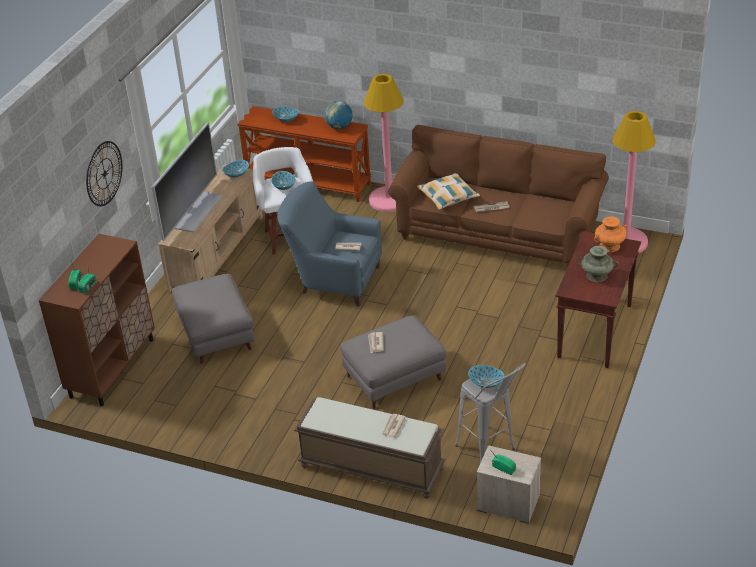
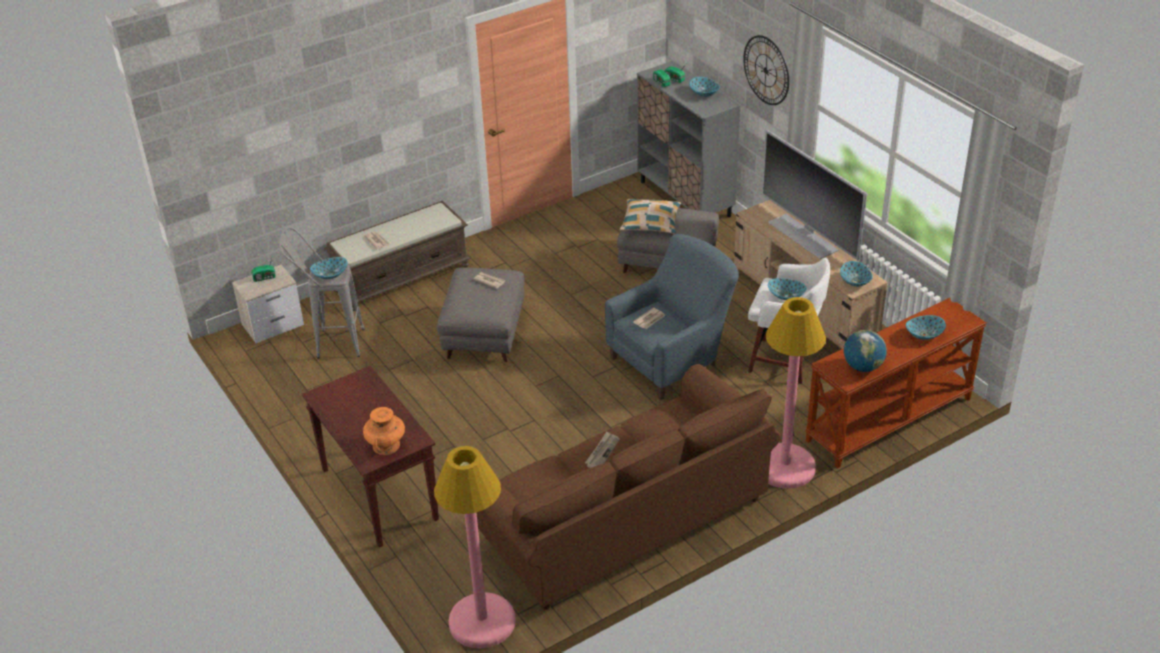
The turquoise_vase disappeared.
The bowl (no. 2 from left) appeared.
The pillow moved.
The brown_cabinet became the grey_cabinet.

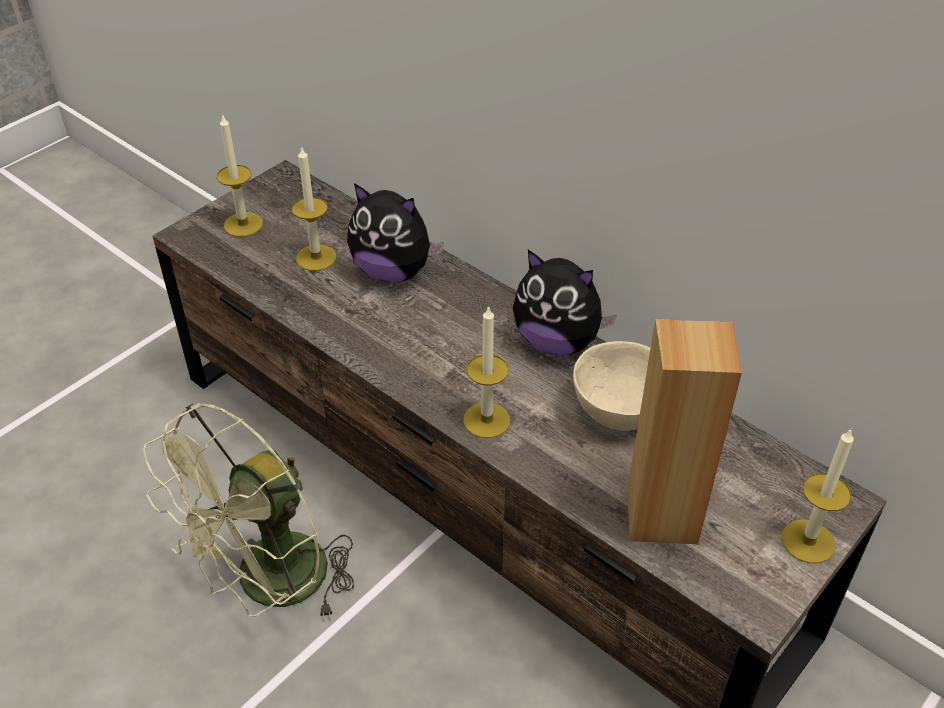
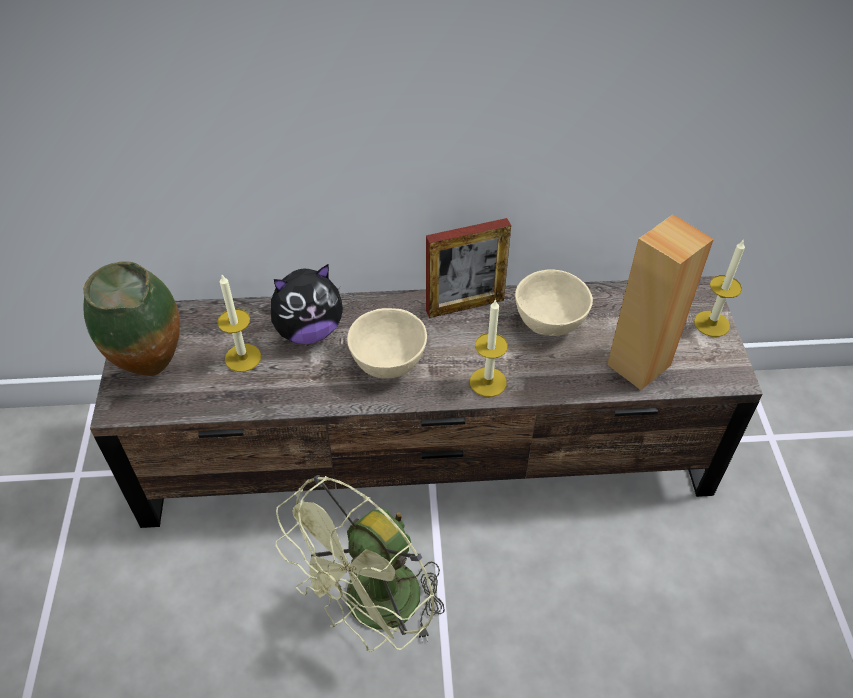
The beige_bowl (no. 1 from left) appeared.
The candle (no. 1 from left) was replaced by the vase.
The plush_toy (no. 2 from left) was replaced by the picture_frame.
The green_fan turned 45 degrees clockwise.

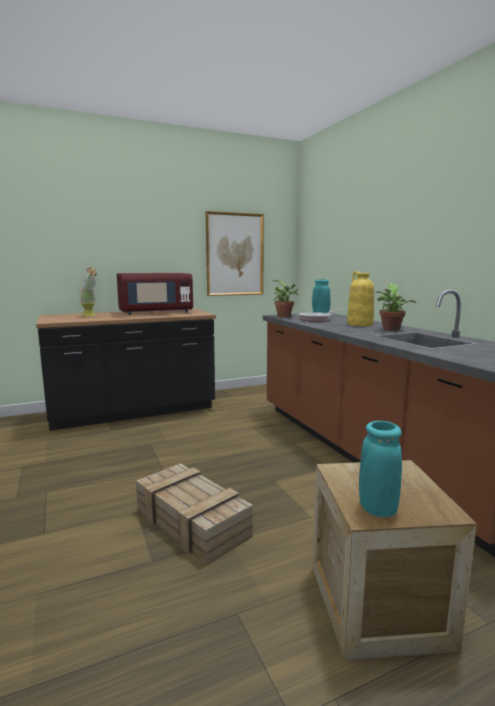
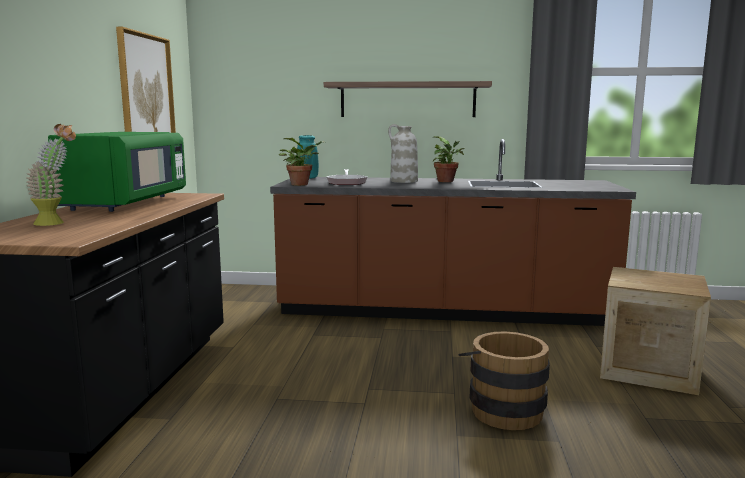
The turquoise_vase (no. 2 from left) disappeared.
The shelf appeared.
The crate (no. 1 from left) was replaced by the brown_bucket.
The red_microwave became the green_microwave.
The yellow_vase became the white_vase.

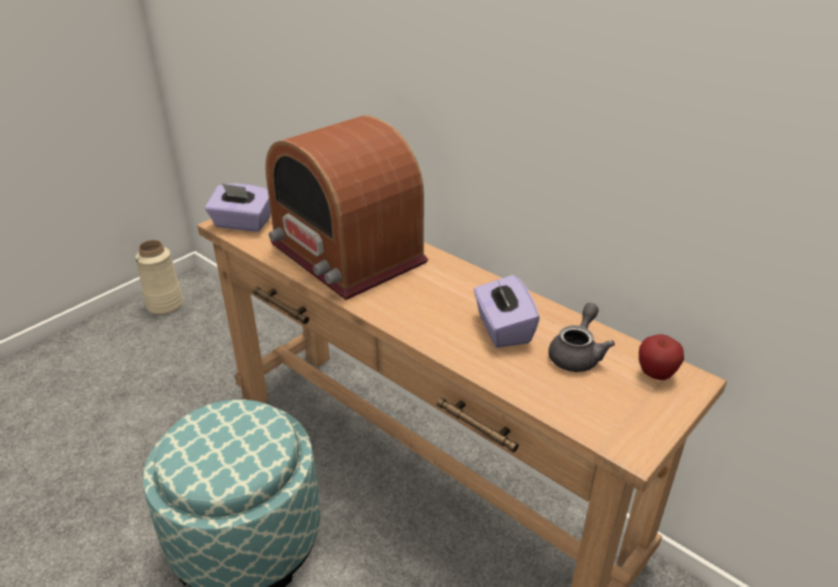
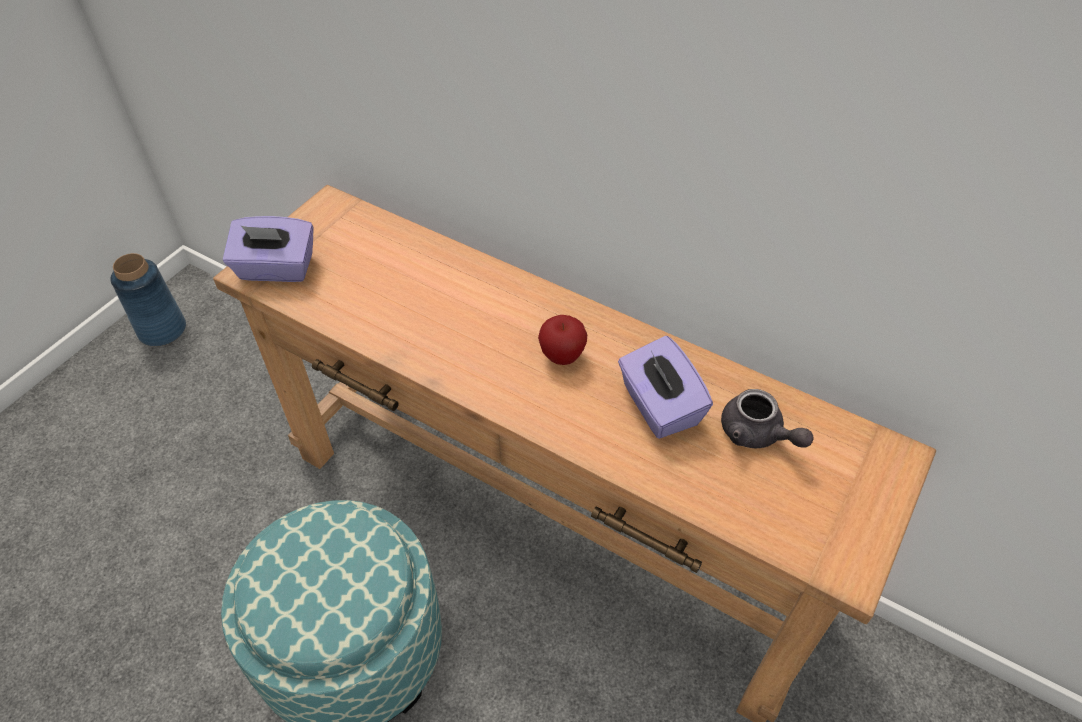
The radio disappeared.
The apple moved.
The beige_vase became the blue_vase.
The grey_teapot turned 120 degrees clockwise.

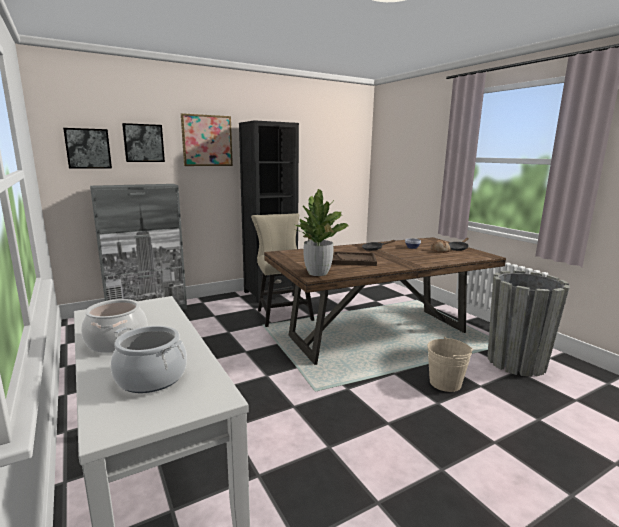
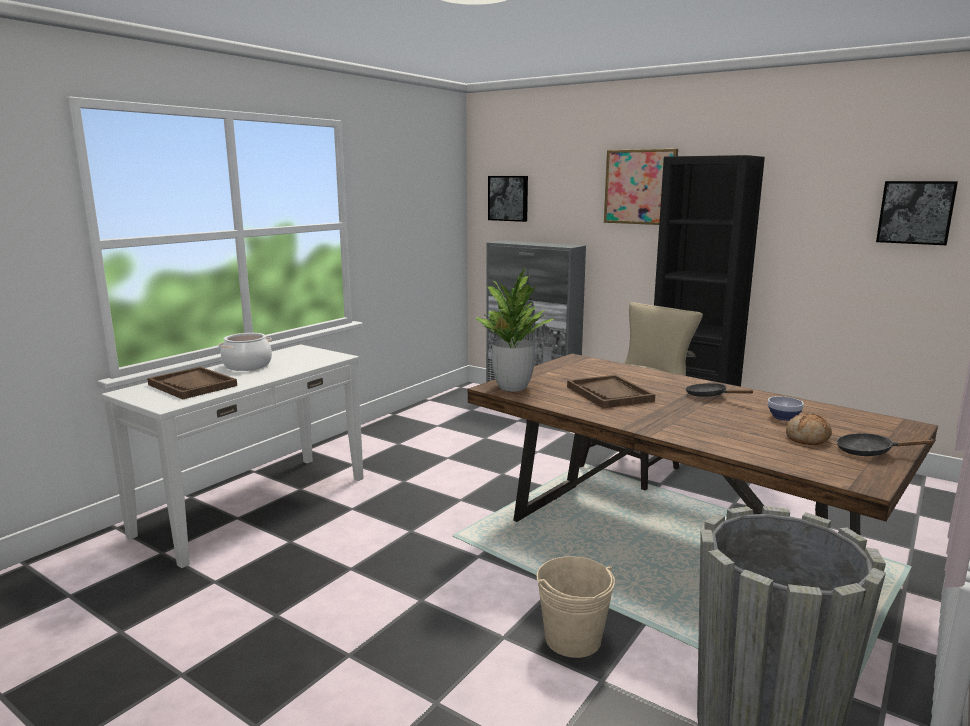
The picture (no. 2 from left in the first image) moved.
The cooking_pot (no. 2 from left) was replaced by the brown_tray (no. 1 from left).

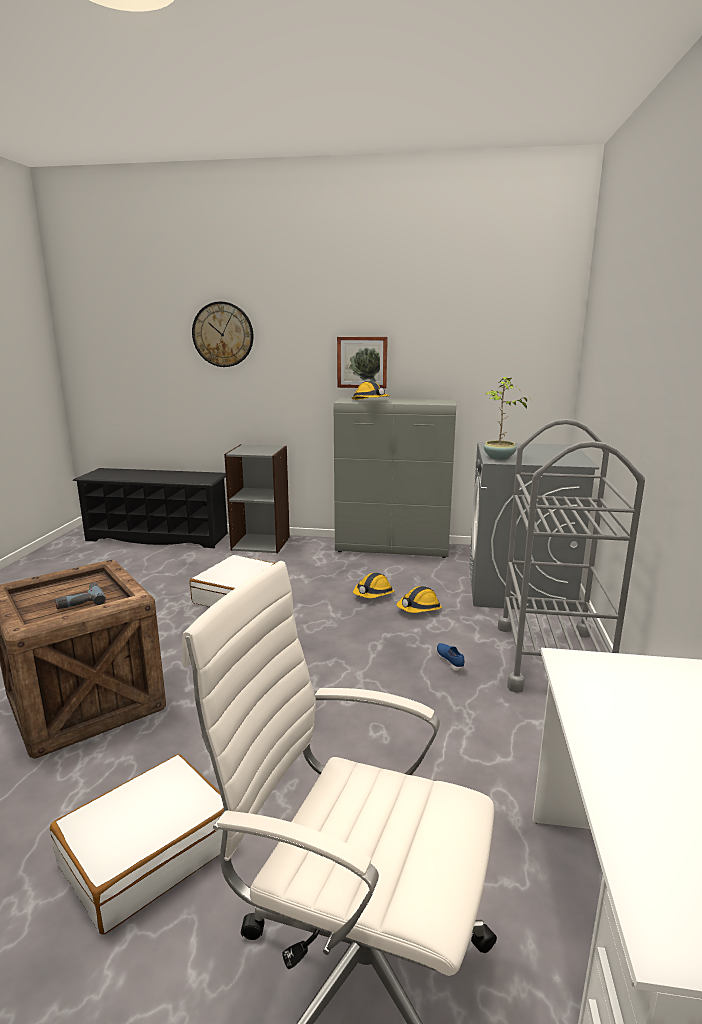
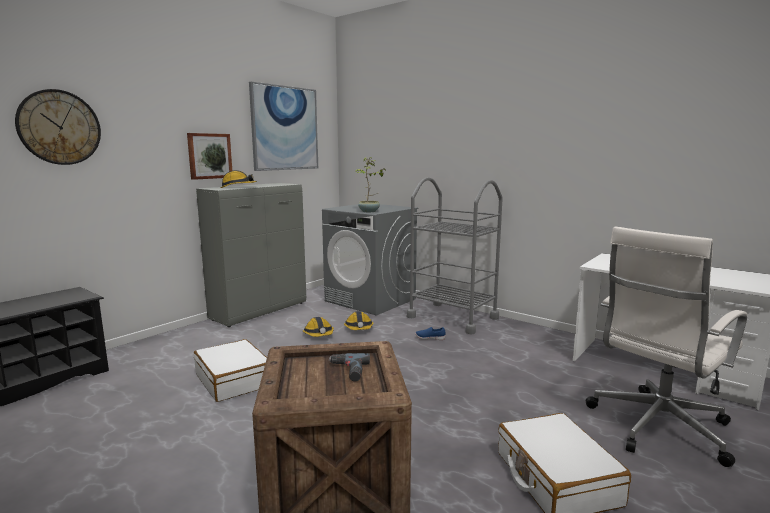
The grey_bookcase disappeared.
The picture (no. 2 from left) appeared.

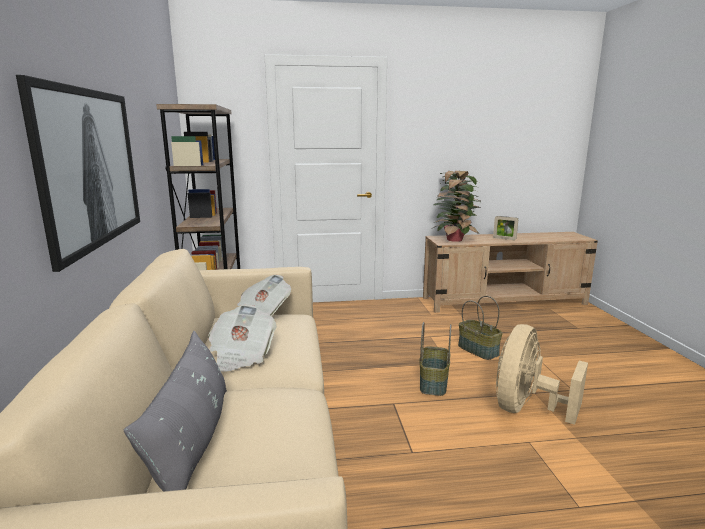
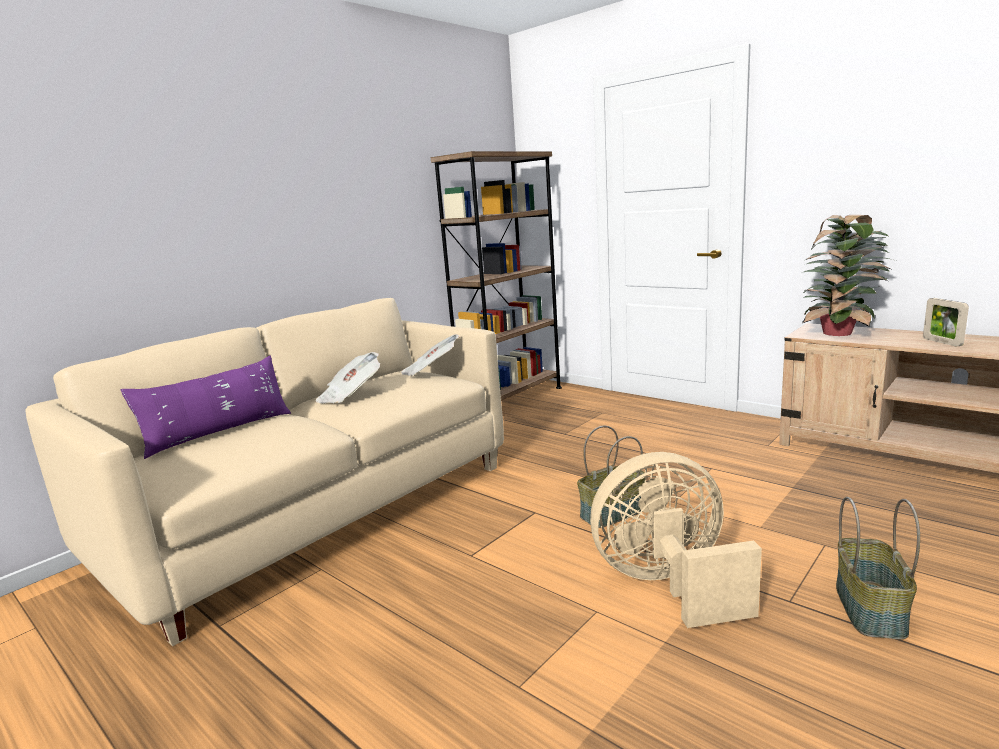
The picture disappeared.
The basket (no. 2 from left) moved.
The grey_pillow became the purple_pillow.

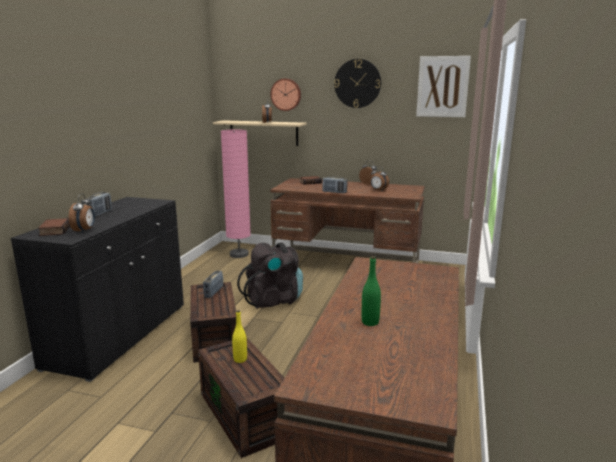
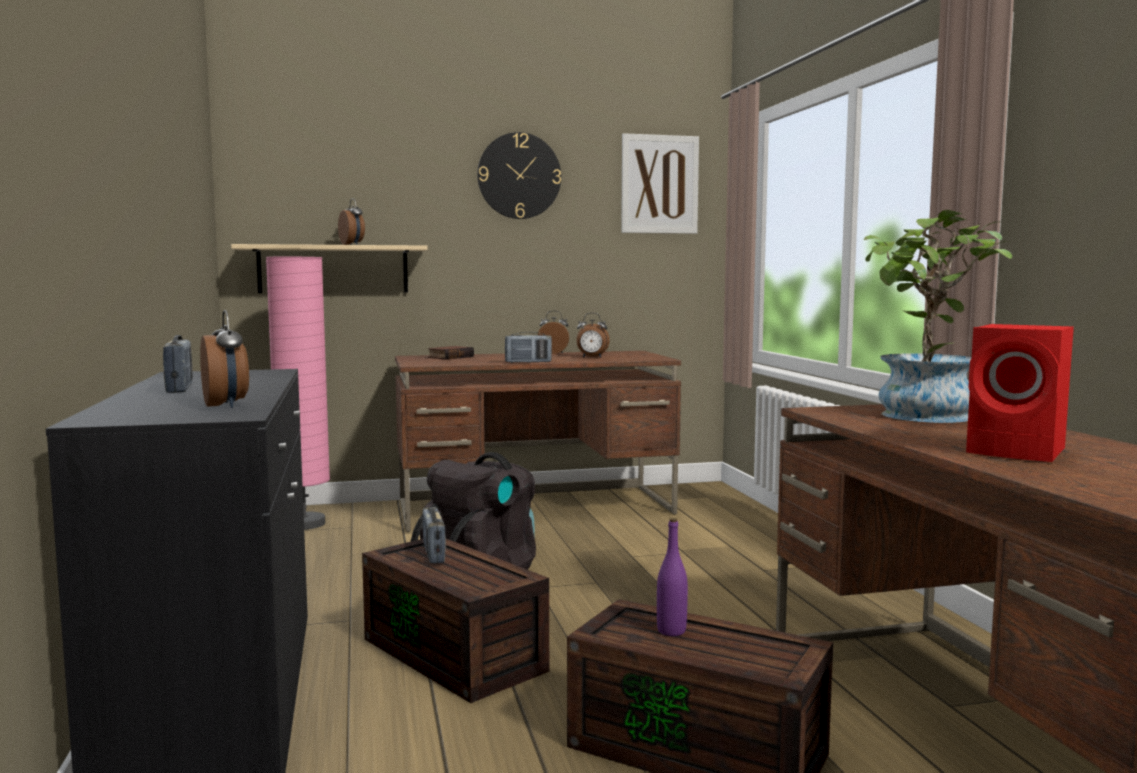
The book (no. 1 from left) disappeared.
The wall_clock (no. 1 from left) disappeared.
The potted_plant appeared.
The green_bottle was replaced by the red_speaker.
The yellow_bottle became the purple_bottle.

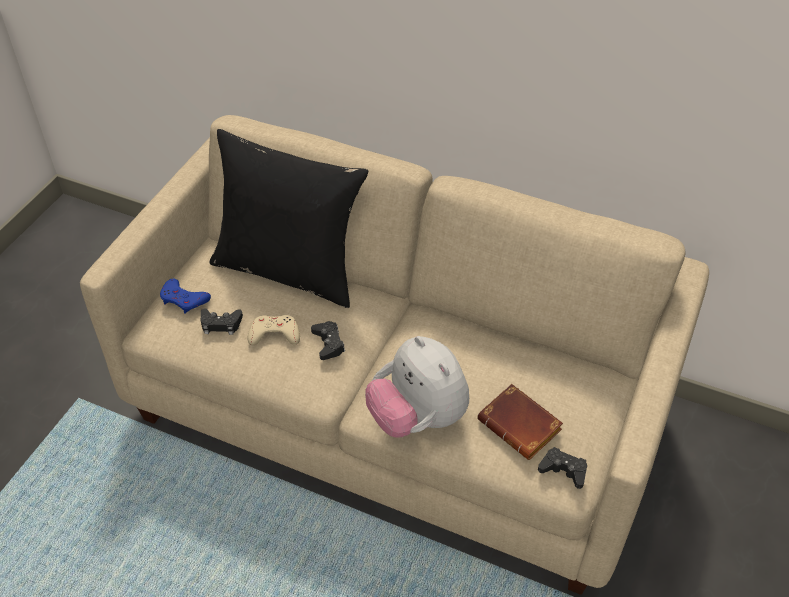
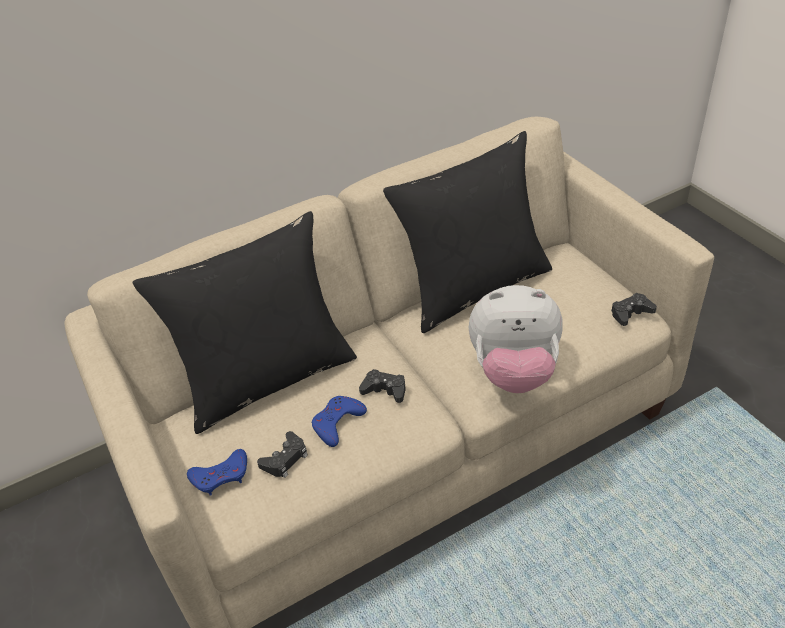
The brown_book disappeared.
The black_pillow (no. 2 from left) appeared.
The beige_game_controller became the blue_game_controller (no. 2 from left).

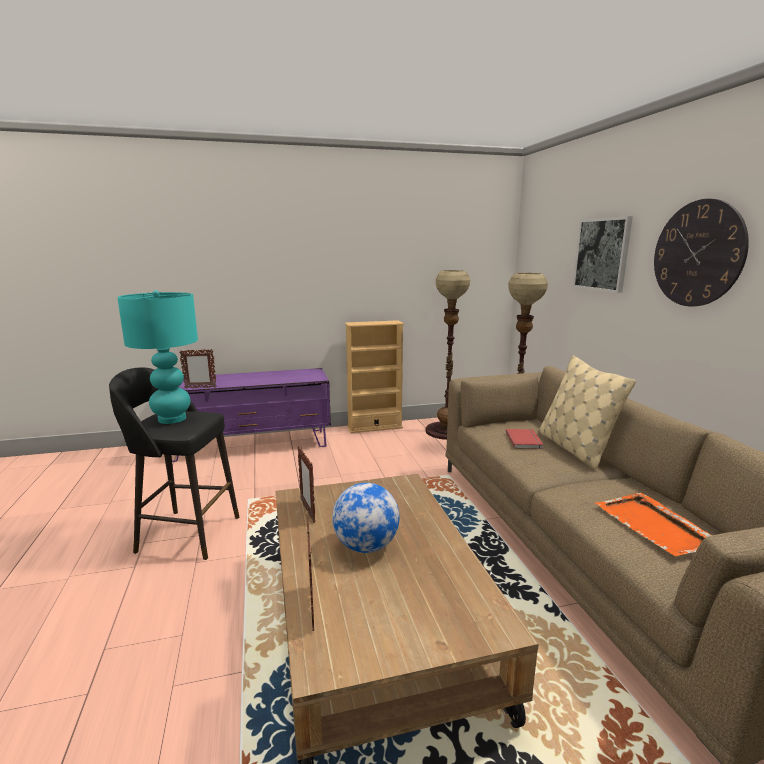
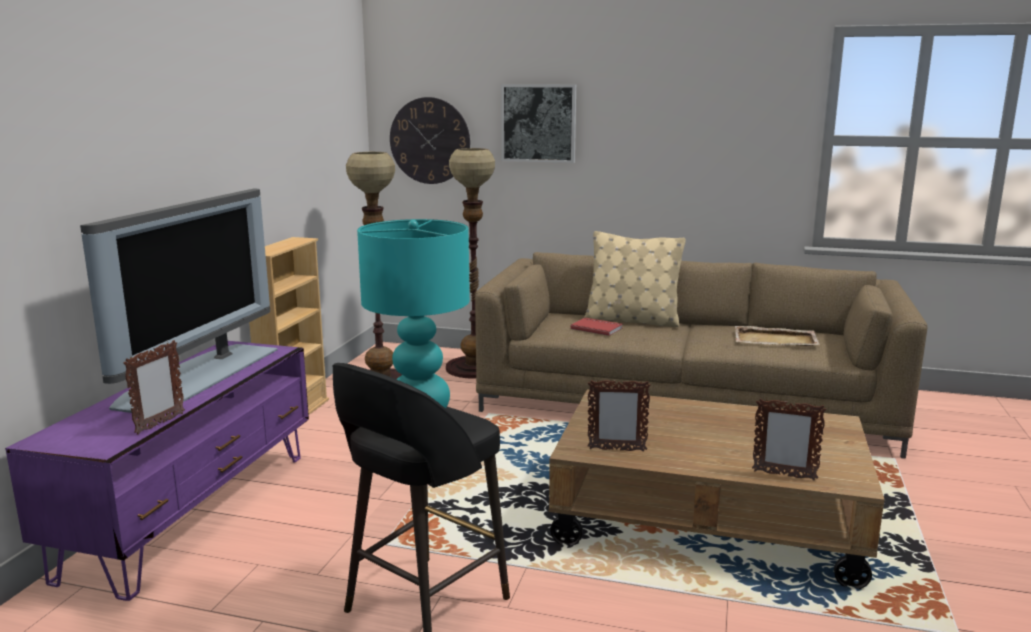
The globe disappeared.
The television appeared.
The wall_clock moved.
The orange_tray became the beige_tray.

